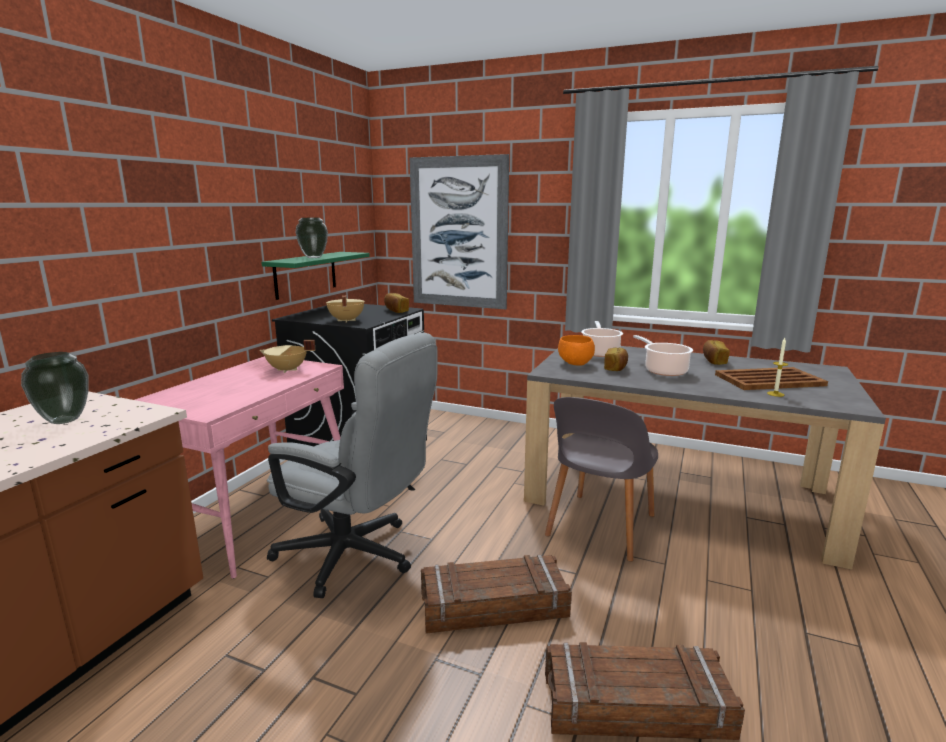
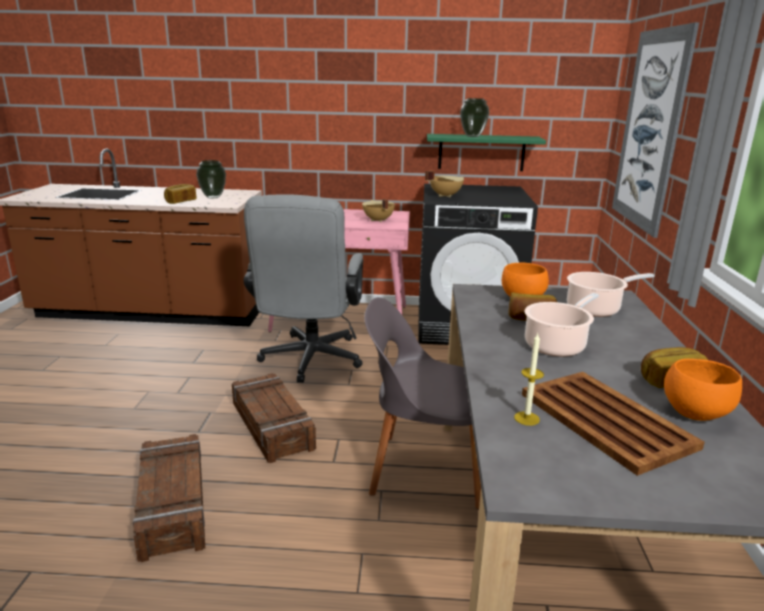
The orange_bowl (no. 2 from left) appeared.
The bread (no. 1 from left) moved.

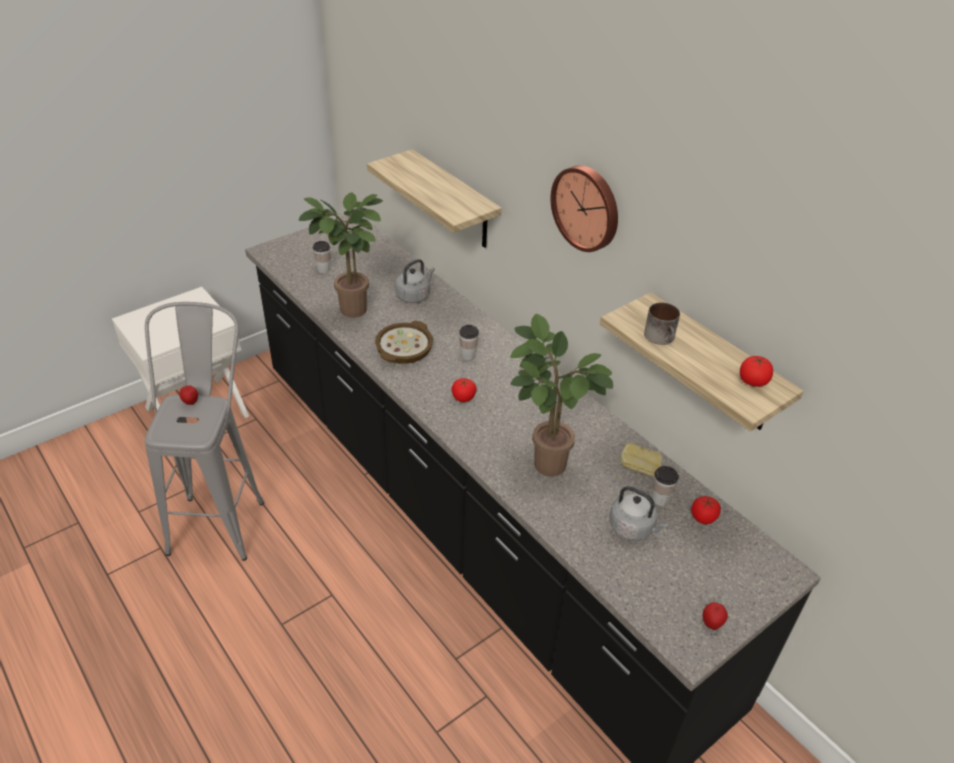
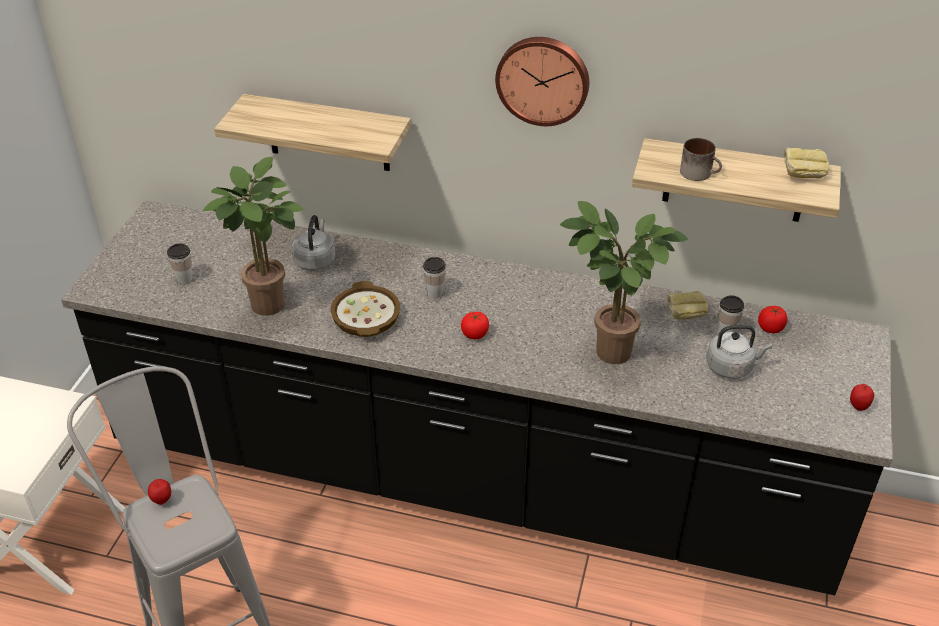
The tomato (no. 3 from left) was replaced by the bread (no. 2 from left).

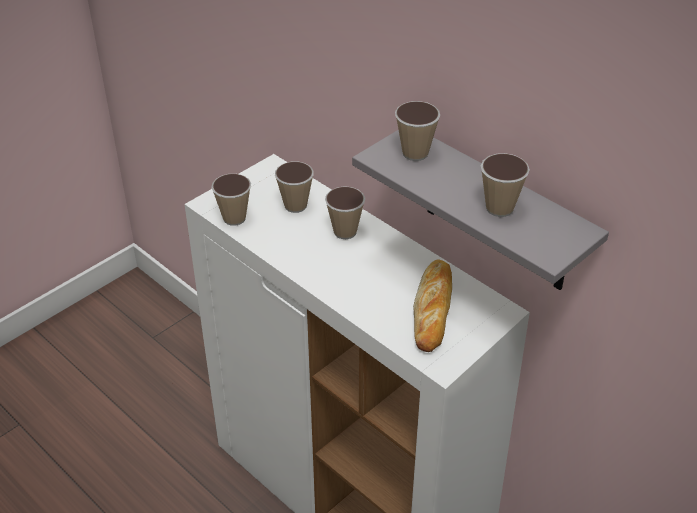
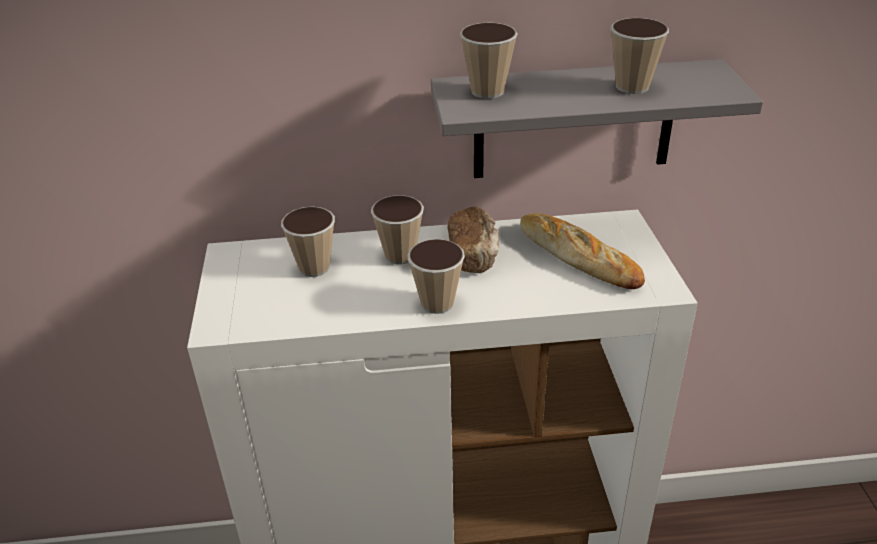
The bread (no. 1 from left) appeared.
The cup (no. 1 from left in the first image) moved.

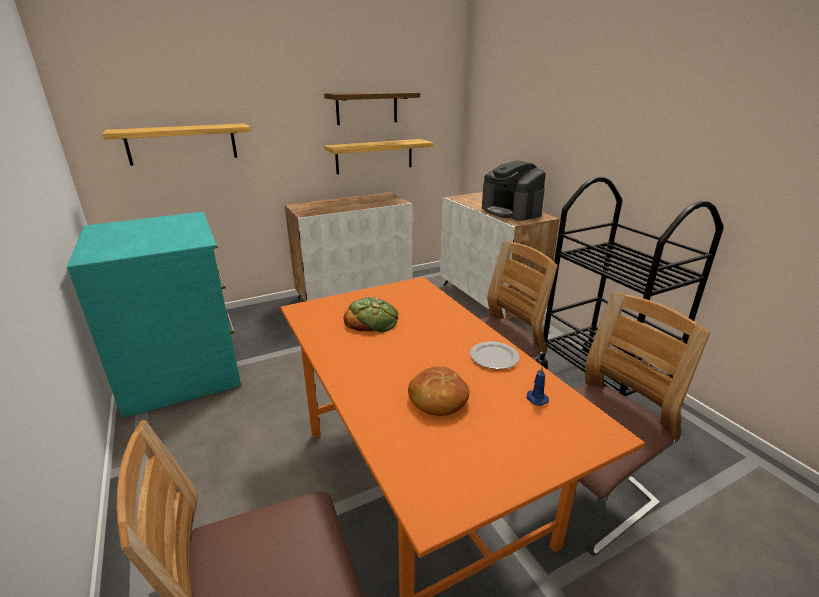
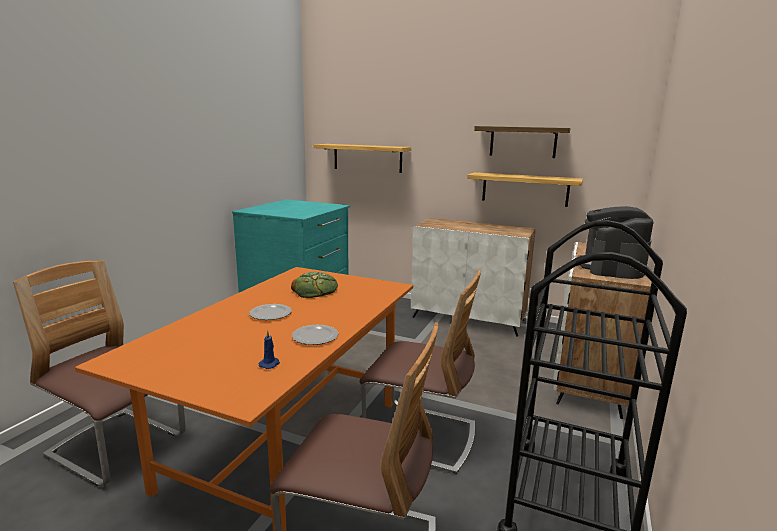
The bread (no. 2 from left) disappeared.
The plate (no. 1 from left) appeared.

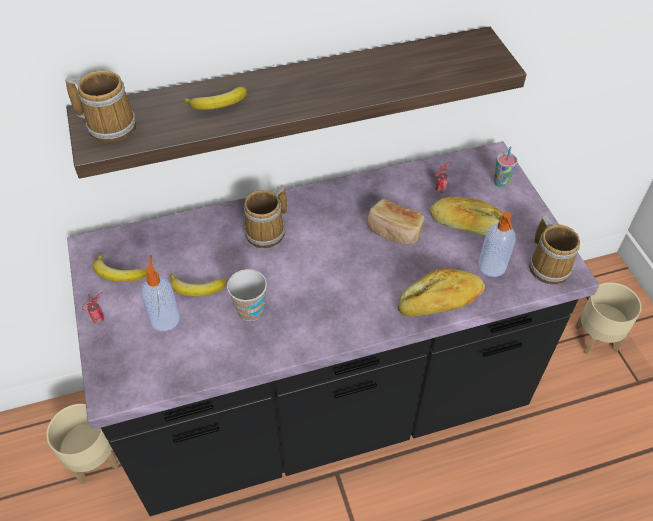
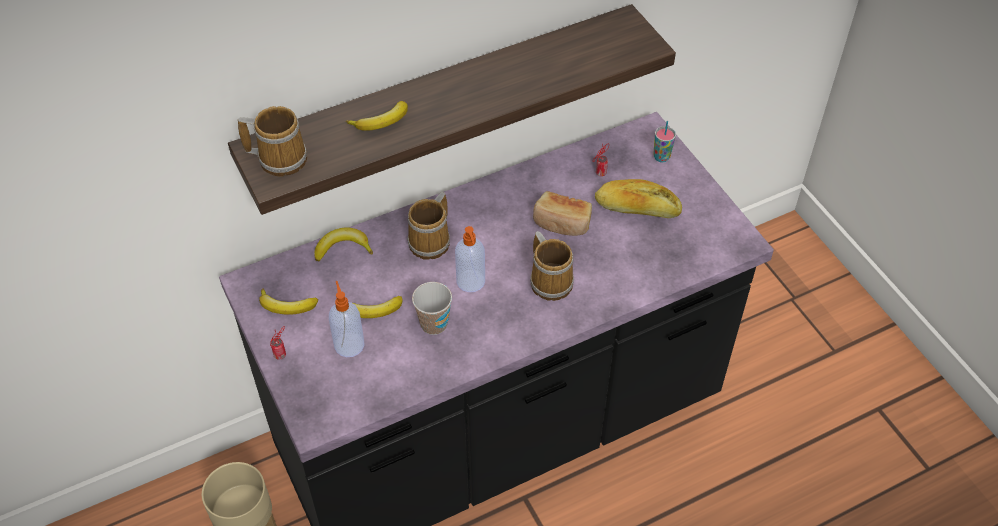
The bread (no. 2 from left) disappeared.
The beige_planter (no. 2 from left) disappeared.
The banana (no. 2 from left) appeared.
The soap_dispenser (no. 2 from left) moved.
The mug (no. 3 from left) moved.

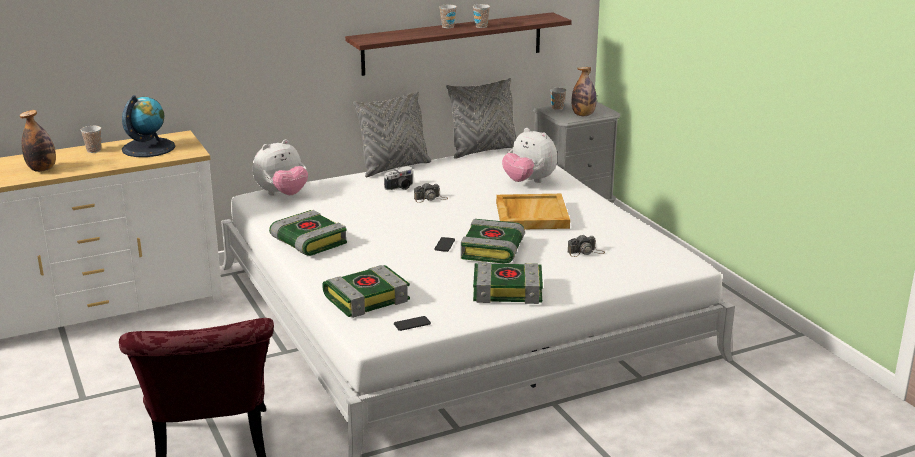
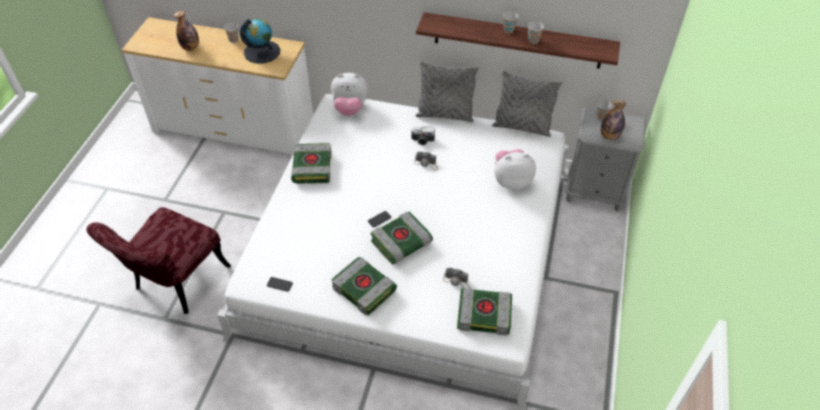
The beige_tray disappeared.
The book (no. 2 from left in the first image) moved.
The plush_toy (no. 2 from left) turned 90 degrees clockwise.

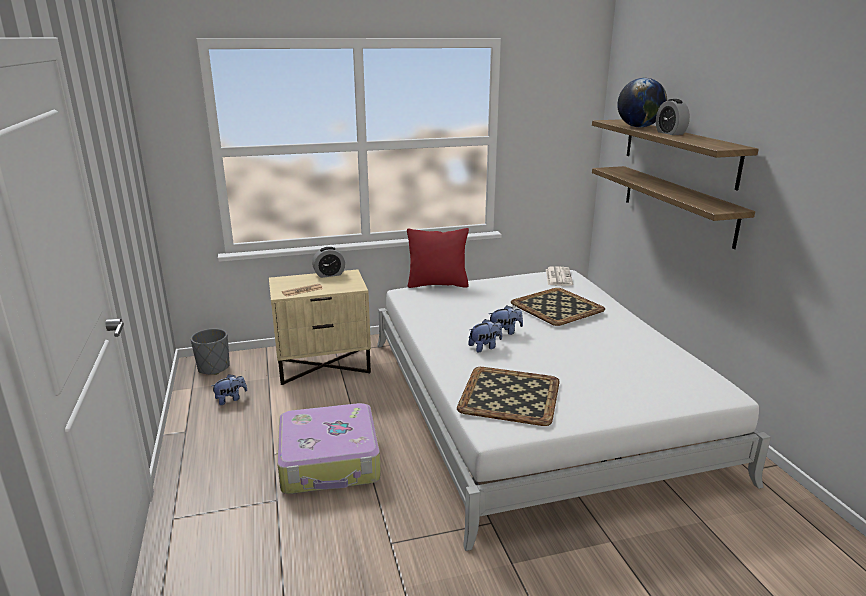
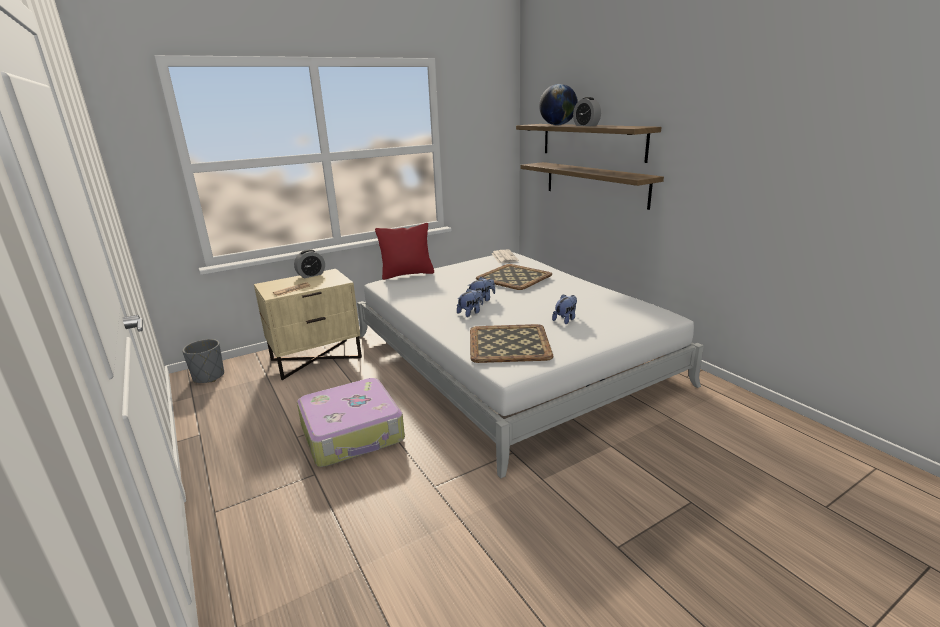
The plush_toy (no. 1 from left in the first image) moved.

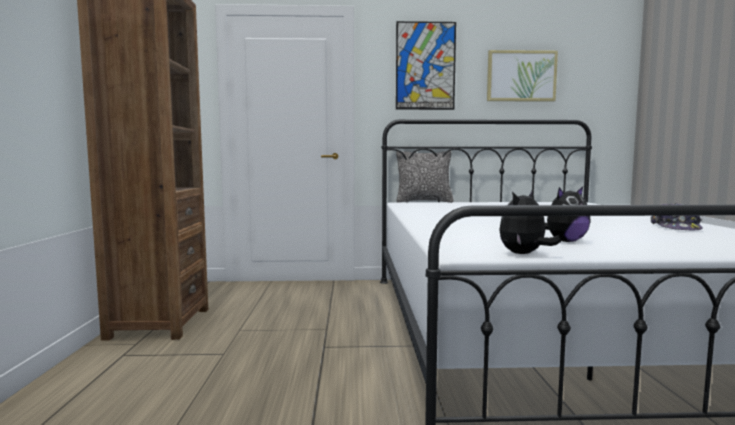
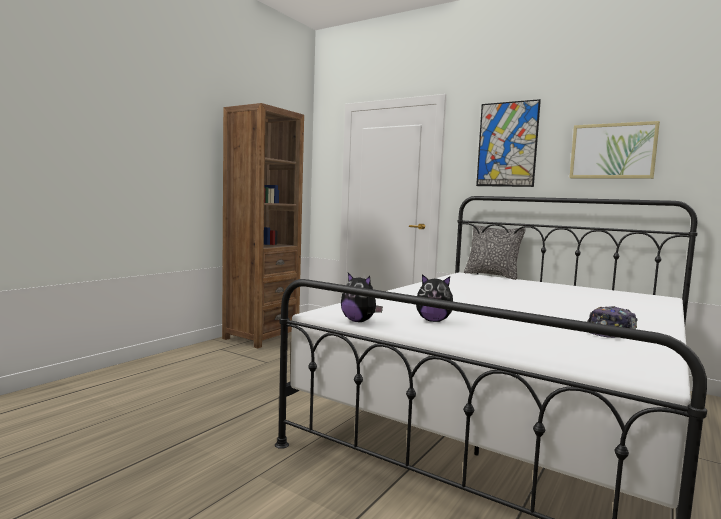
The plush_toy (no. 1 from left) turned 135 degrees counterclockwise.

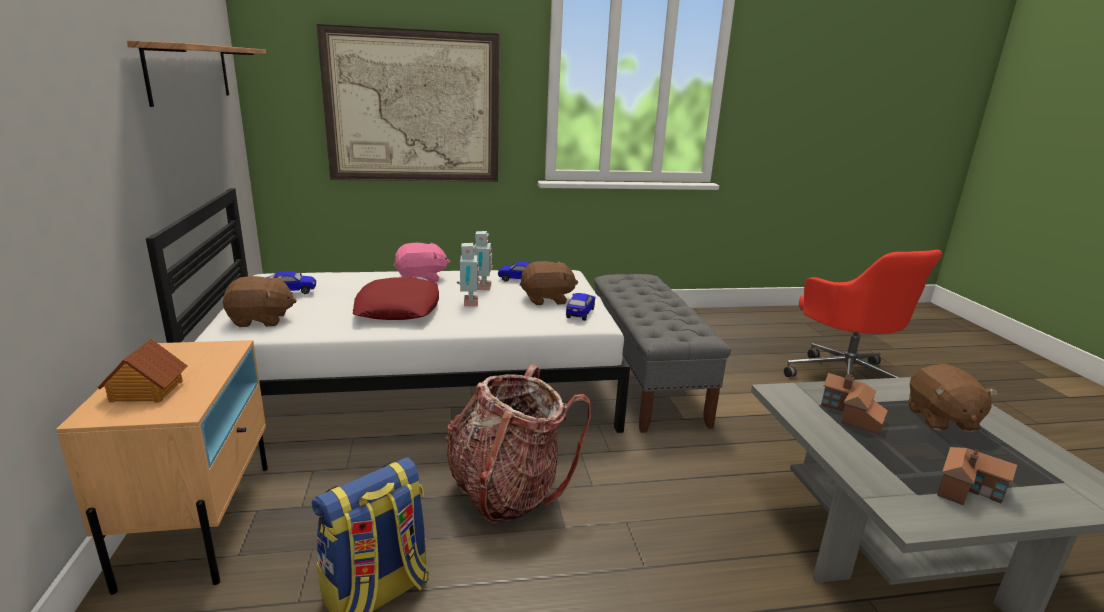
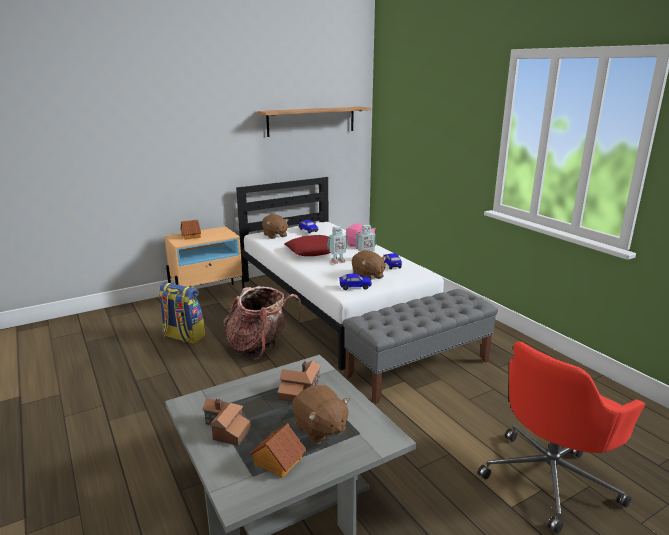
The picture disappeared.
The toy_house (no. 3 from left) appeared.
The brown_plush_toy (no. 3 from left in the first image) turned 105 degrees counterclockwise.

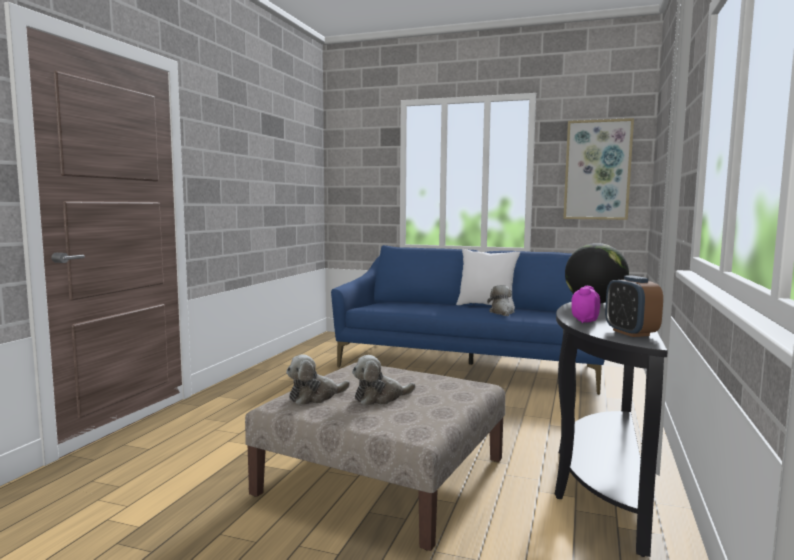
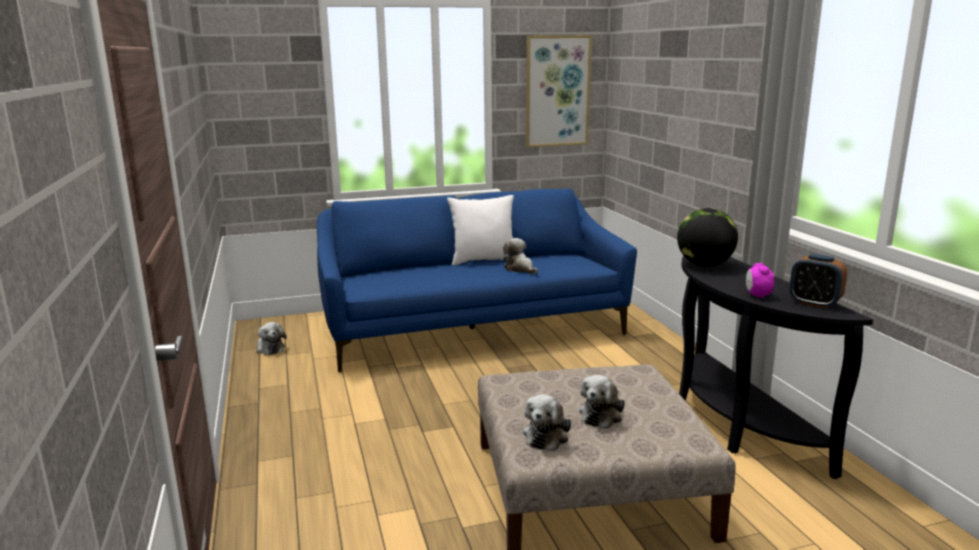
The plush_toy (no. 1 from left) appeared.

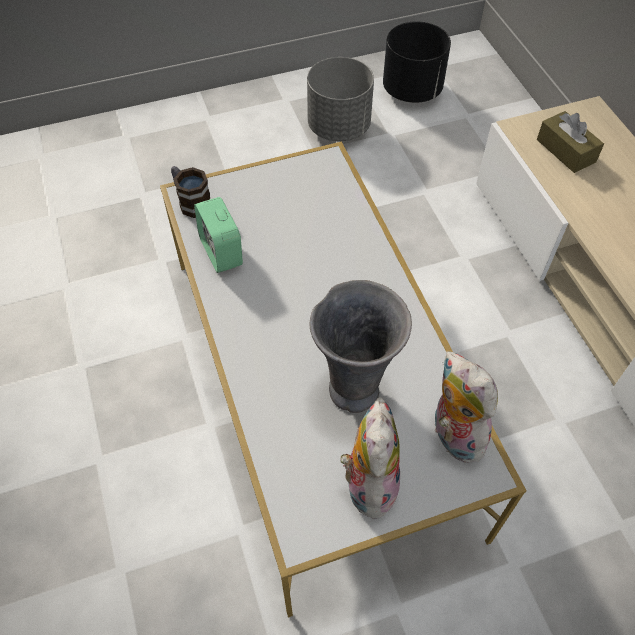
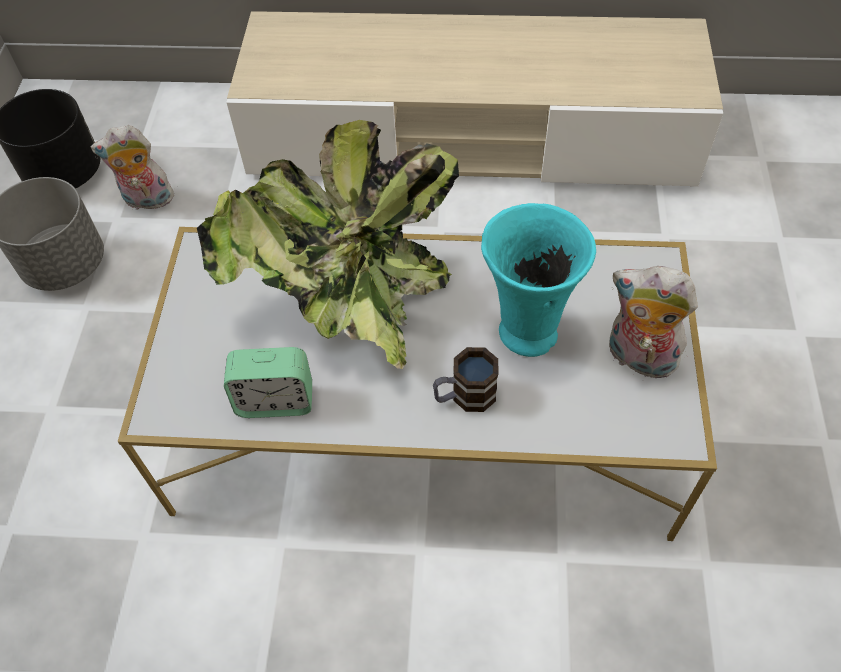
The brown_tissue_box disappeared.
The potted_plant appeared.
The mug moved.
The plush_toy (no. 2 from left in the first image) moved.
The grey_vase became the turquoise_vase.

